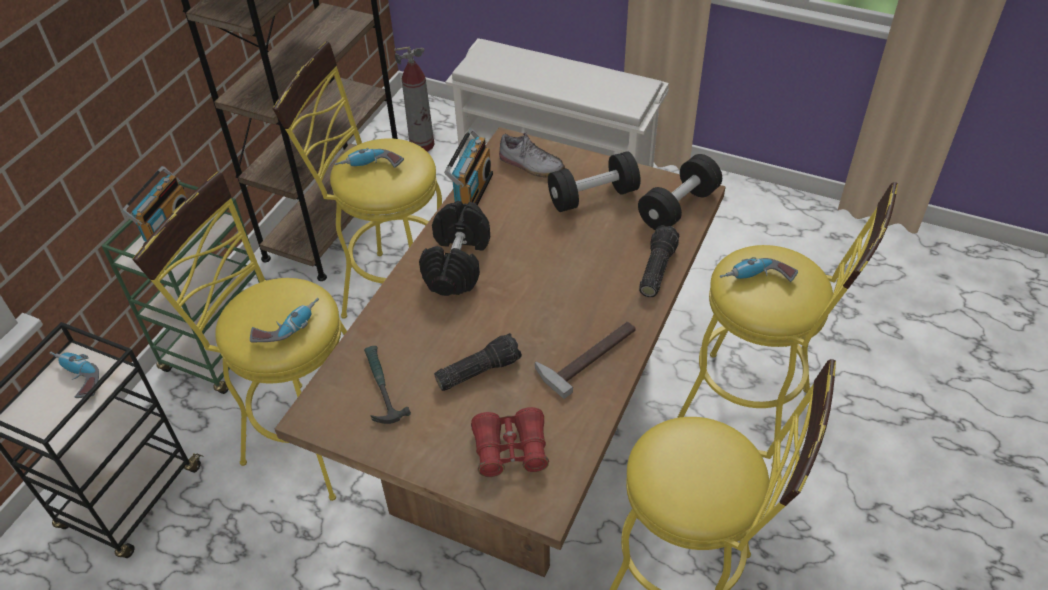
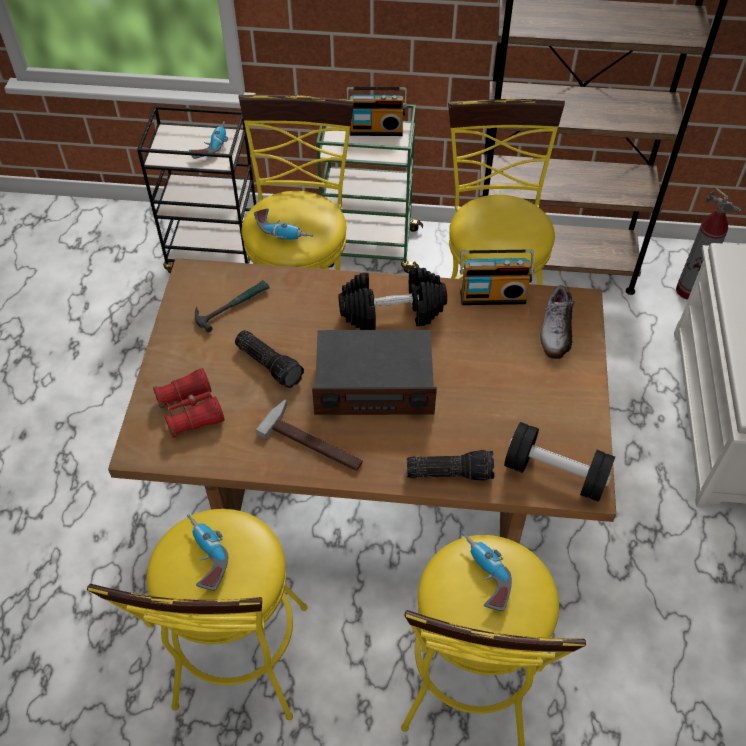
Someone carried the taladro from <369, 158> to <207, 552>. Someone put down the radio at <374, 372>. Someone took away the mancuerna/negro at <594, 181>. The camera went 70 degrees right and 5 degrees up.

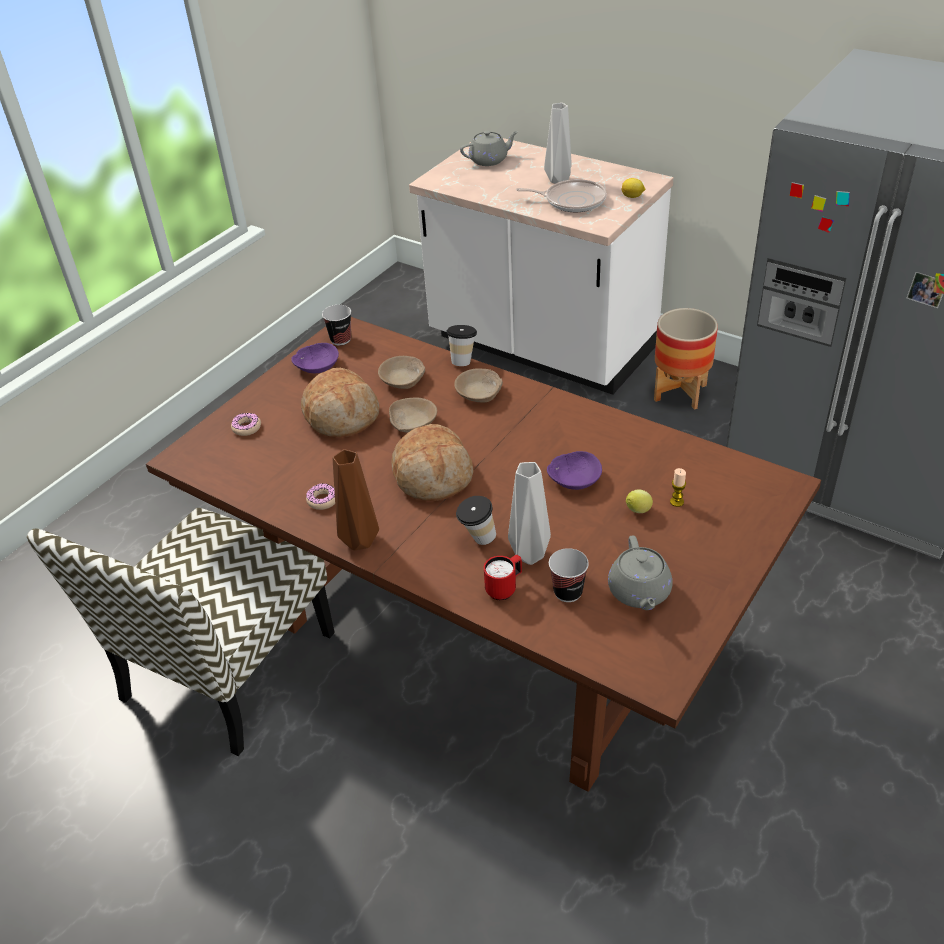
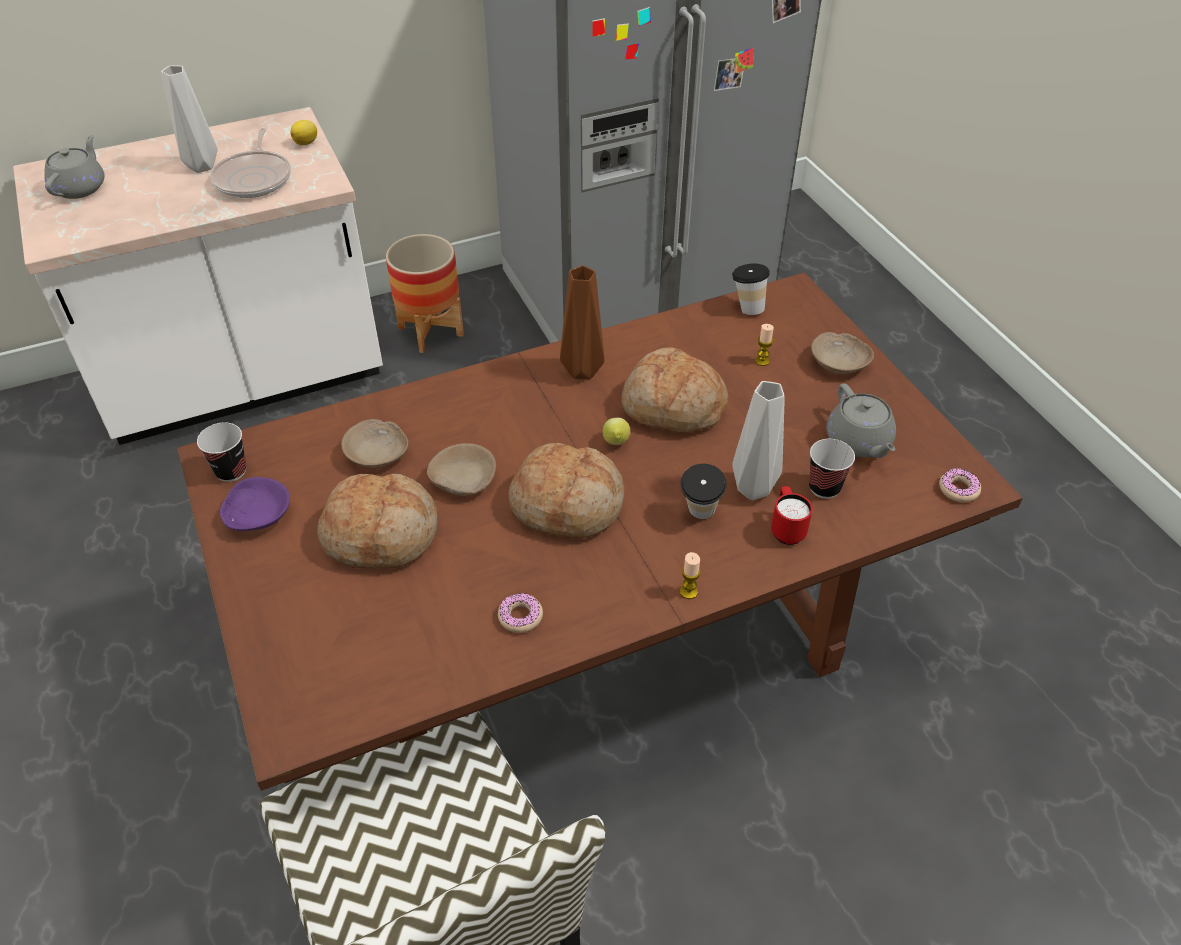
Someone rotated the sartén at <561, 195> by 135 degrees clockwise. Someone carried the florero/marrón from <356, 500> to <582, 322>. Someone carried the limón from <639, 501> to <617, 431>. Someone swapped the cuenco/morado at <574, 470> for the pan at <675, 390>. Someone put down the vela at <690, 575>. Someone carried the taza from <461, 345> to <751, 289>. Someone carried the cuenco/beis from <478, 385> to <842, 353>. Someone rotated the tetera/gris at <640, 572> by 45 degrees clockwise. Someone carried the rosquilla from <246, 424> to <960, 485>. The camera went 60 degrees left and 5 degrees up.

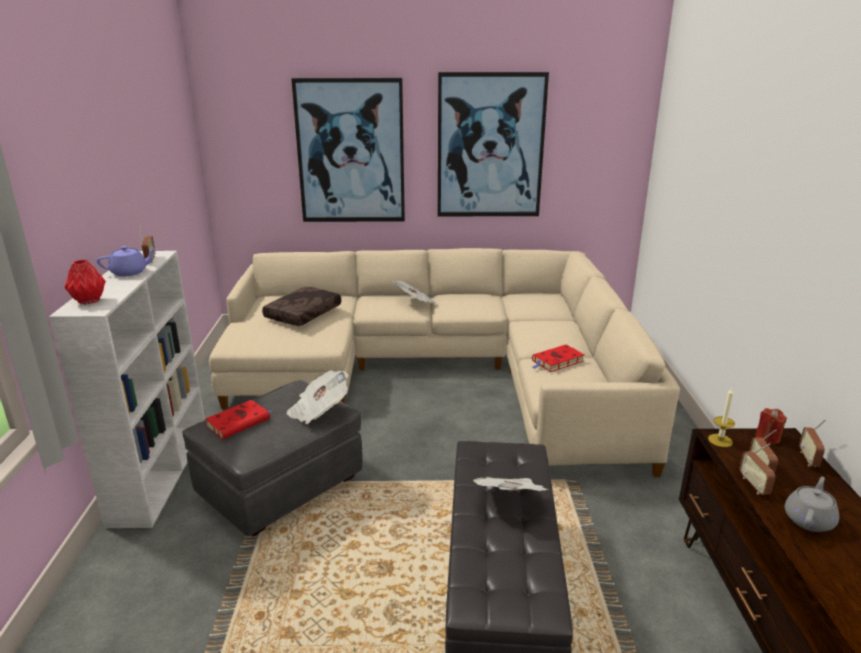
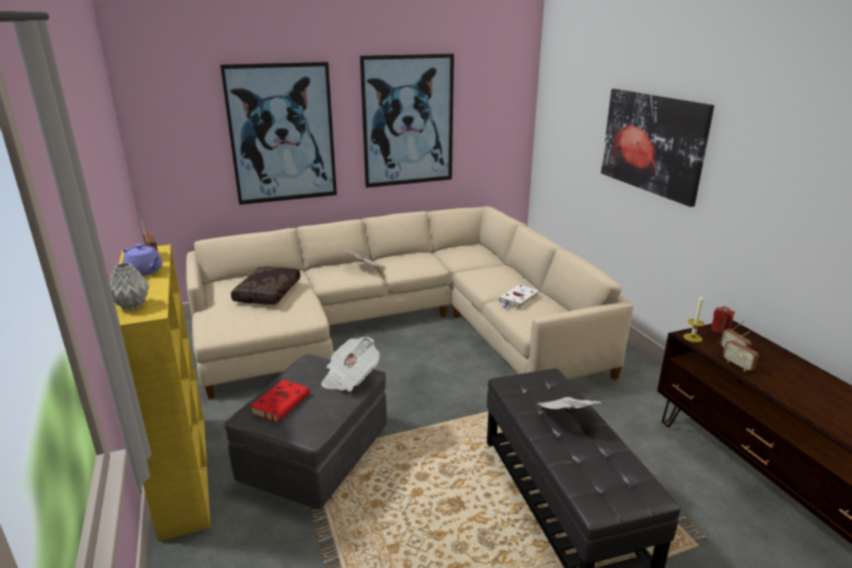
Someone repainted the florero/rojo at <85, 282>, which became the florero/gris at <130, 286>. Someone repainted the estantería/blanco at <127, 389>, which became the estantería/amarillo at <163, 393>. Someone rotated the tetera/morado at <127, 261> by 75 degrees clockwise. Someone repainted the libro/rojo at <558, 358>, which became the libro/blanco at <519, 297>. Someone put up the cuadro at <657, 148>. Someone took away the tetera/gris at <812, 504>. Someone took away the radio at <812, 443>. The camera went 20 degrees left and 0 degrees up.

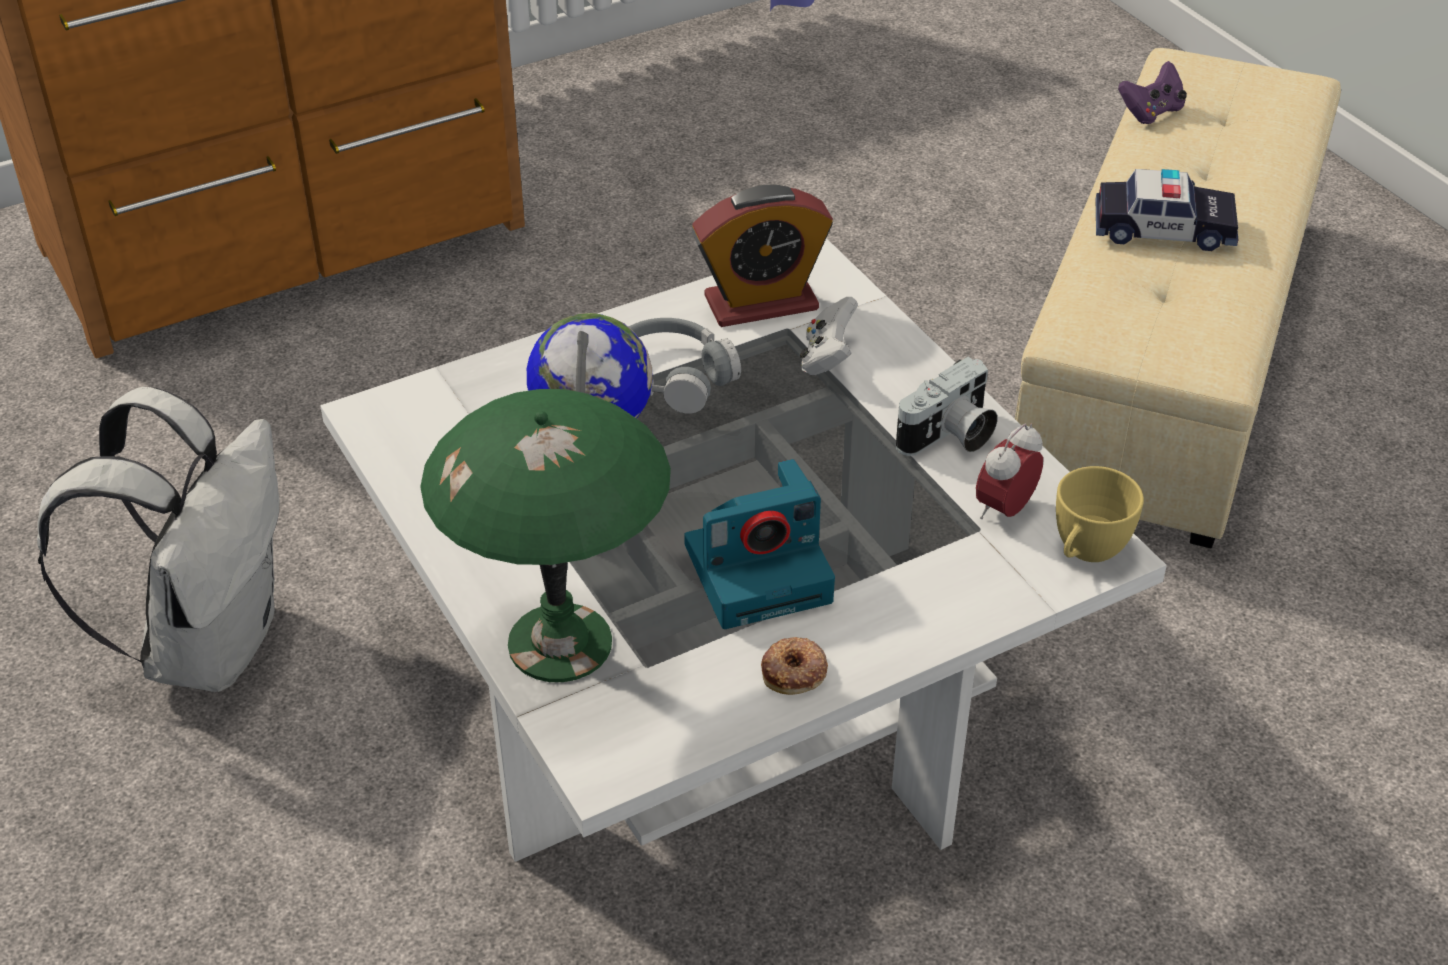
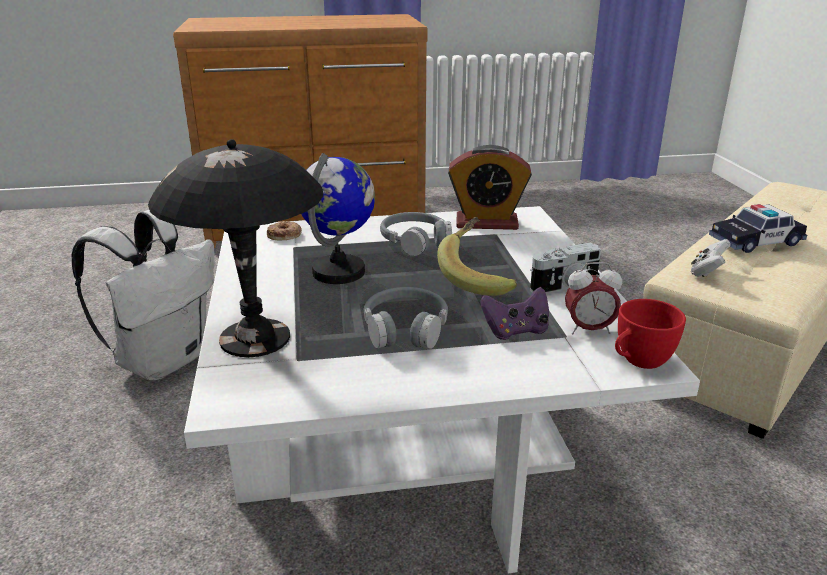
Someone repainted the lámpara de mesa/verde at <545, 535>, which became the lámpara de mesa/negro at <235, 248>. Someone carried the rosquilla from <794, 666> to <284, 230>. Someone swapped the cámara at <759, 544> for the auriculares/gris at <406, 318>. Someone put down the plátano at <477, 256>. Someone carried the mando de consola/morado from <1152, 92> to <514, 313>. Someone rotated the despertador at <1009, 471> by 150 degrees counterclockwise. Someone repainted the taza/amarillo at <1100, 514>, which became the taza/rojo at <650, 334>. Someone carried the mando de consola/blanco from <829, 336> to <710, 258>. Someone rotated the coche de juguete at <1167, 210> by 135 degrees clockwise. The camera went 20 degrees right and 15 degrees down.

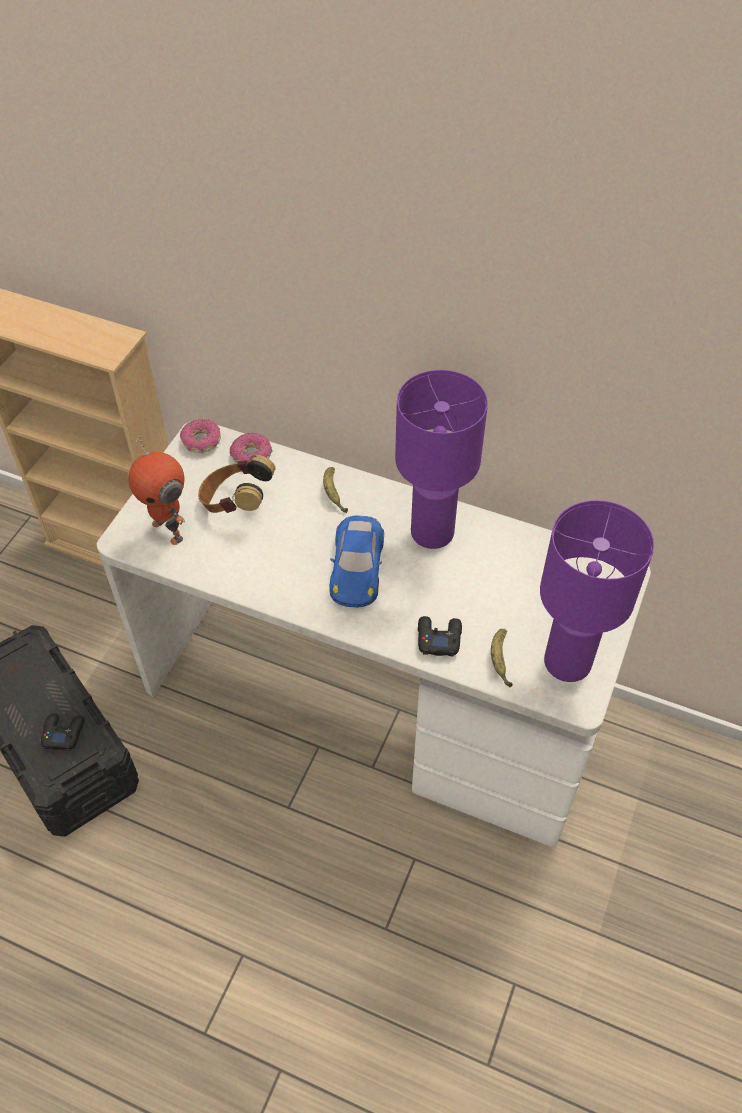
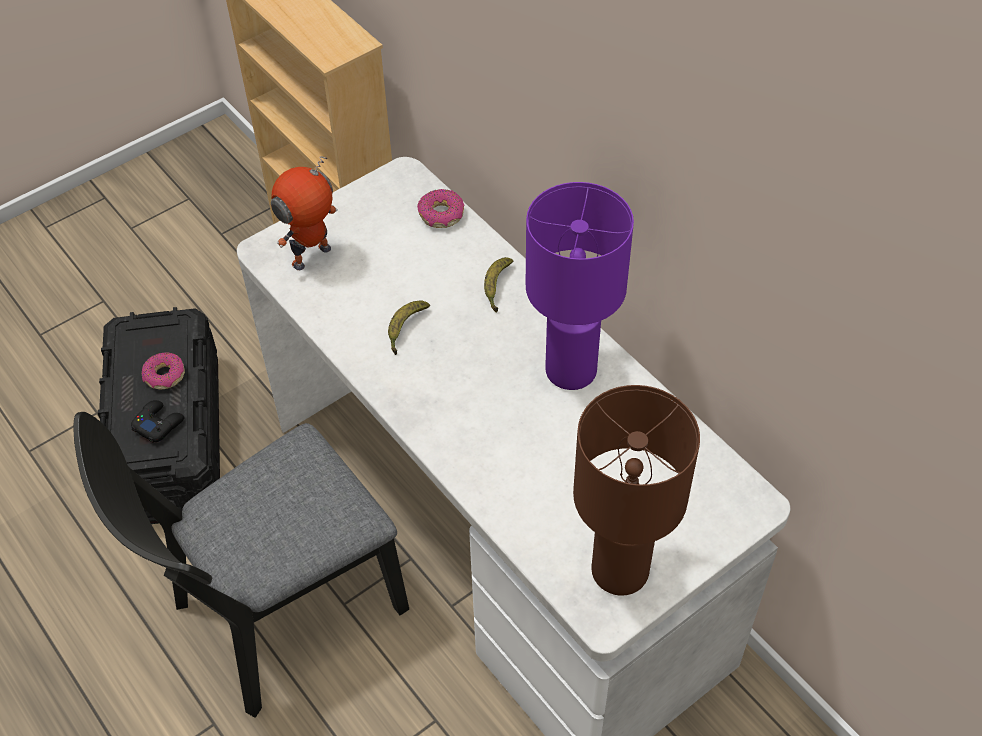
Someone put down the silla/negro at <241, 564>. Someone carried the rosquilla from <200, 436> to <163, 371>. Someone rotated the robot de juguete at <156, 490> by 60 degrees clockwise. Someone carried the plátano from <501, 658> to <409, 328>. Someone repainted the lámpara de mesa/morado at <597, 591>, which became the lámpara de mesa/marrón at <636, 490>. Someone took away the auriculares at <236, 484>. Someone took away the coche de juguete/azul at <356, 561>. Someone took away the mando de consola/negro at <440, 636>. The camera went 30 degrees right and 0 degrees up.

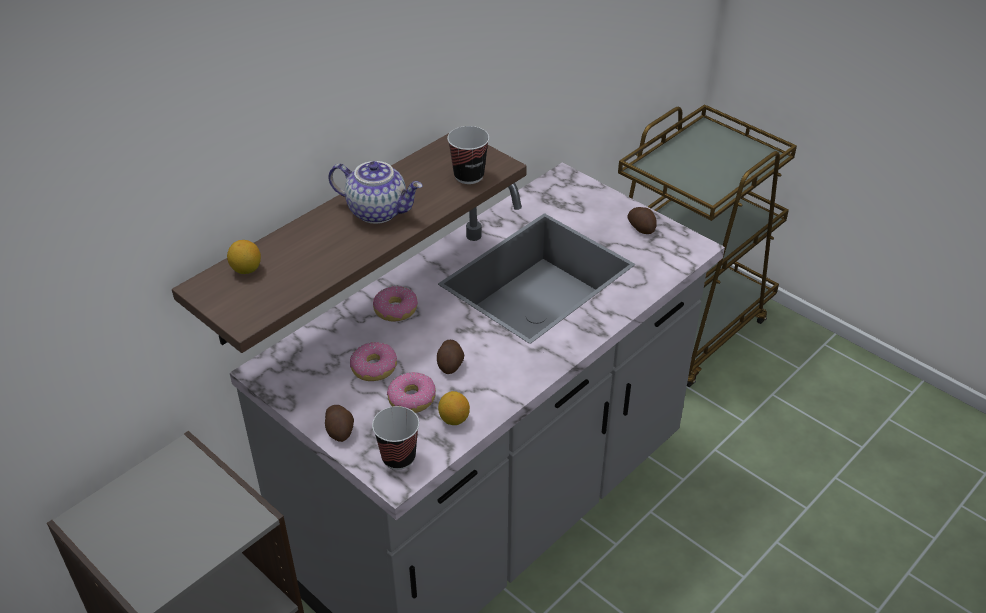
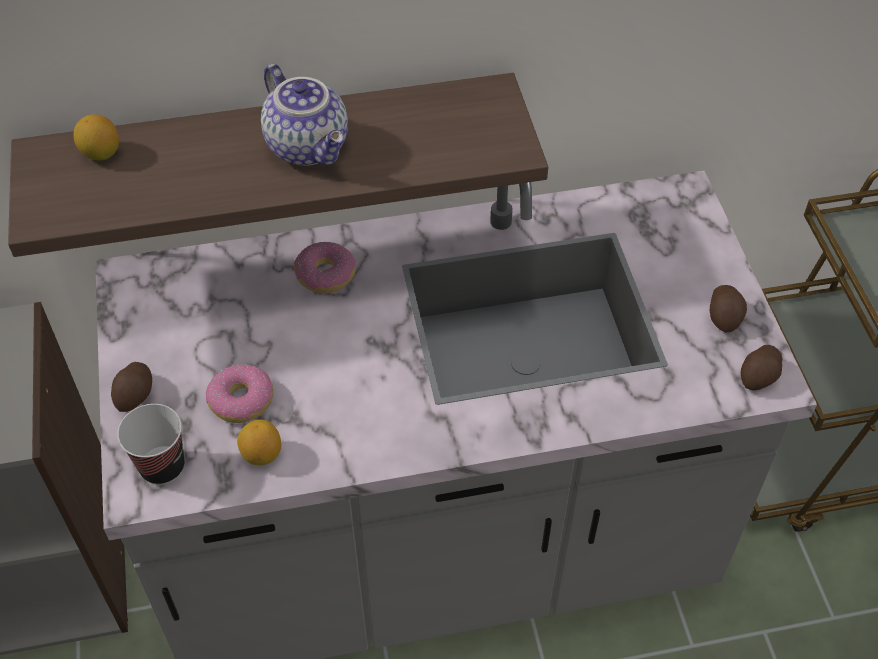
Someone carried the patata from <450, 357> to <761, 367>. Someone took away the rosquilla at <373, 361>. Someone took away the taza at <468, 155>. The camera went 35 degrees right and 10 degrees up.

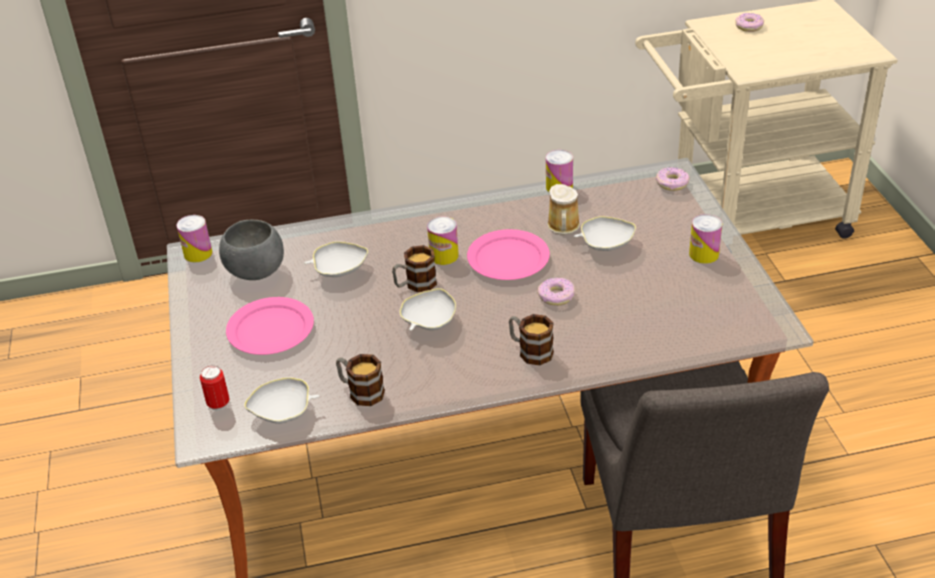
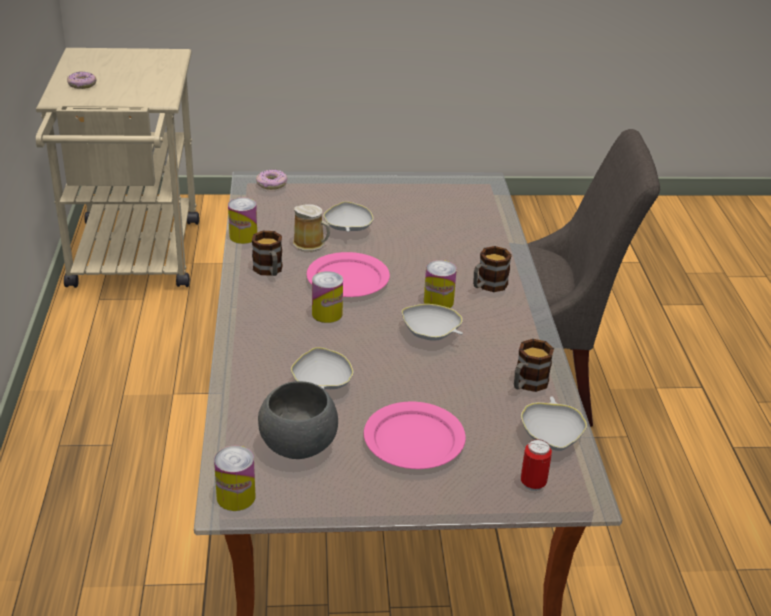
Someone carried the taza grande from <414, 268> to <267, 253>. Someone carried the lata from <705, 239> to <440, 284>. Someone took away the rosquilla at <556, 292>. The camera went 85 degrees left and 5 degrees down.

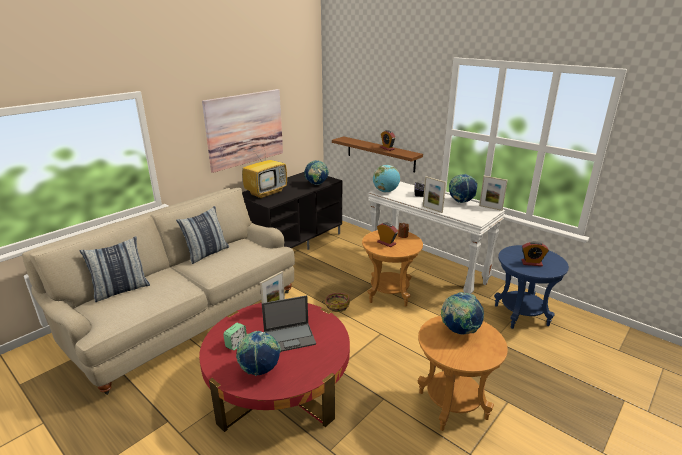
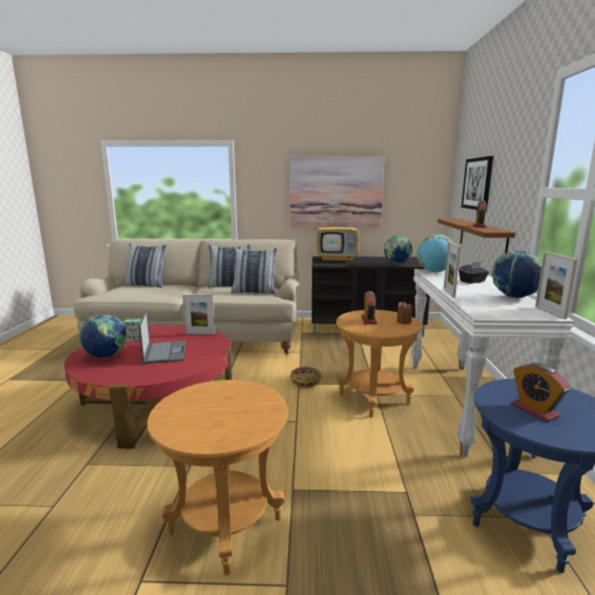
Someone rotated the portátil at <289, 323> by 135 degrees counterclockwise. Someone put down the cojín at <254, 271>. Someone put up the cuadro at <477, 183>. Someone took away the globo terráqueo at <462, 313>. The camera went 50 degrees right and 10 degrees down.

